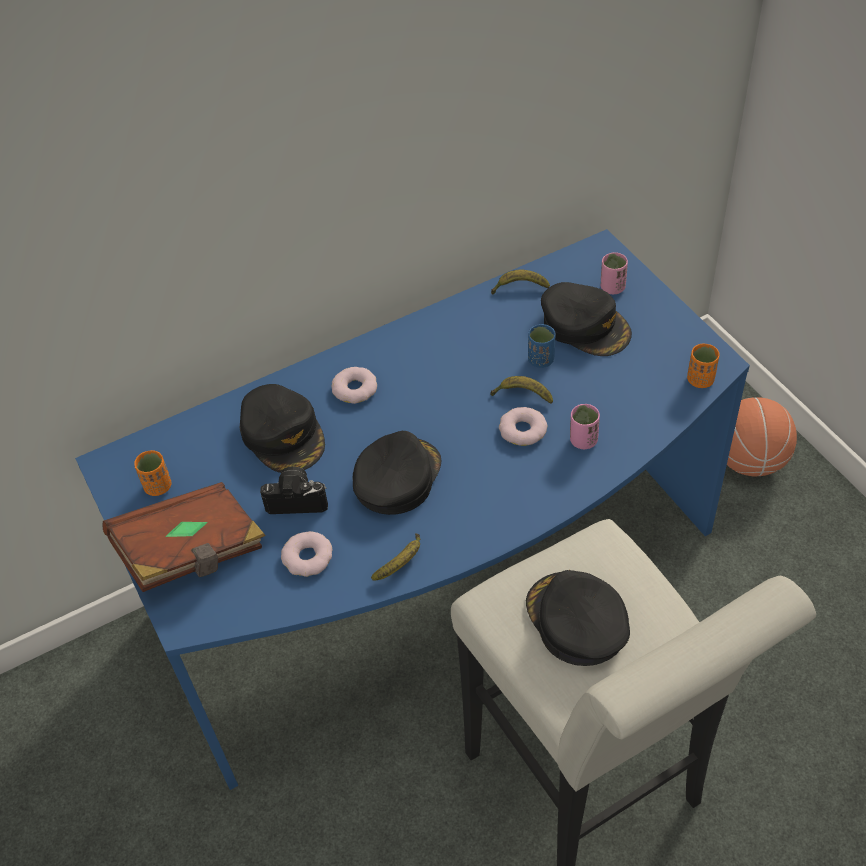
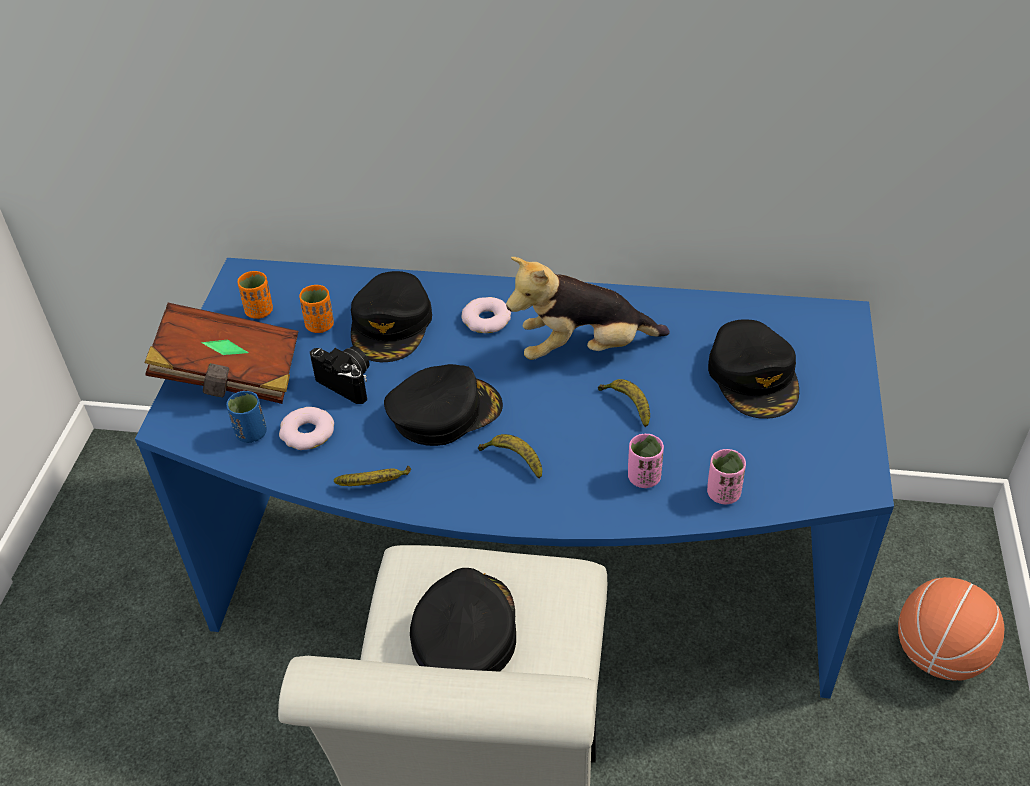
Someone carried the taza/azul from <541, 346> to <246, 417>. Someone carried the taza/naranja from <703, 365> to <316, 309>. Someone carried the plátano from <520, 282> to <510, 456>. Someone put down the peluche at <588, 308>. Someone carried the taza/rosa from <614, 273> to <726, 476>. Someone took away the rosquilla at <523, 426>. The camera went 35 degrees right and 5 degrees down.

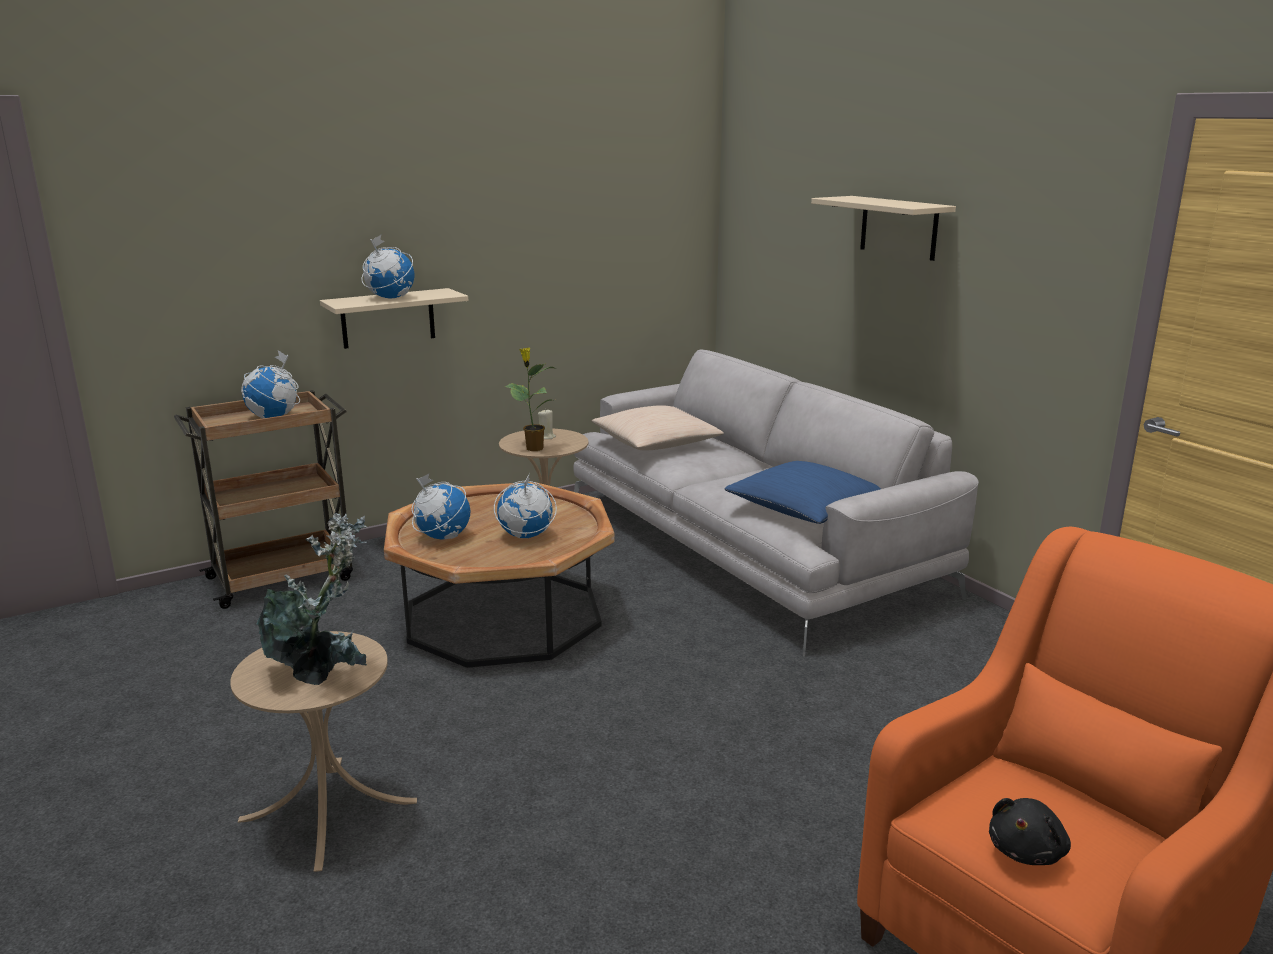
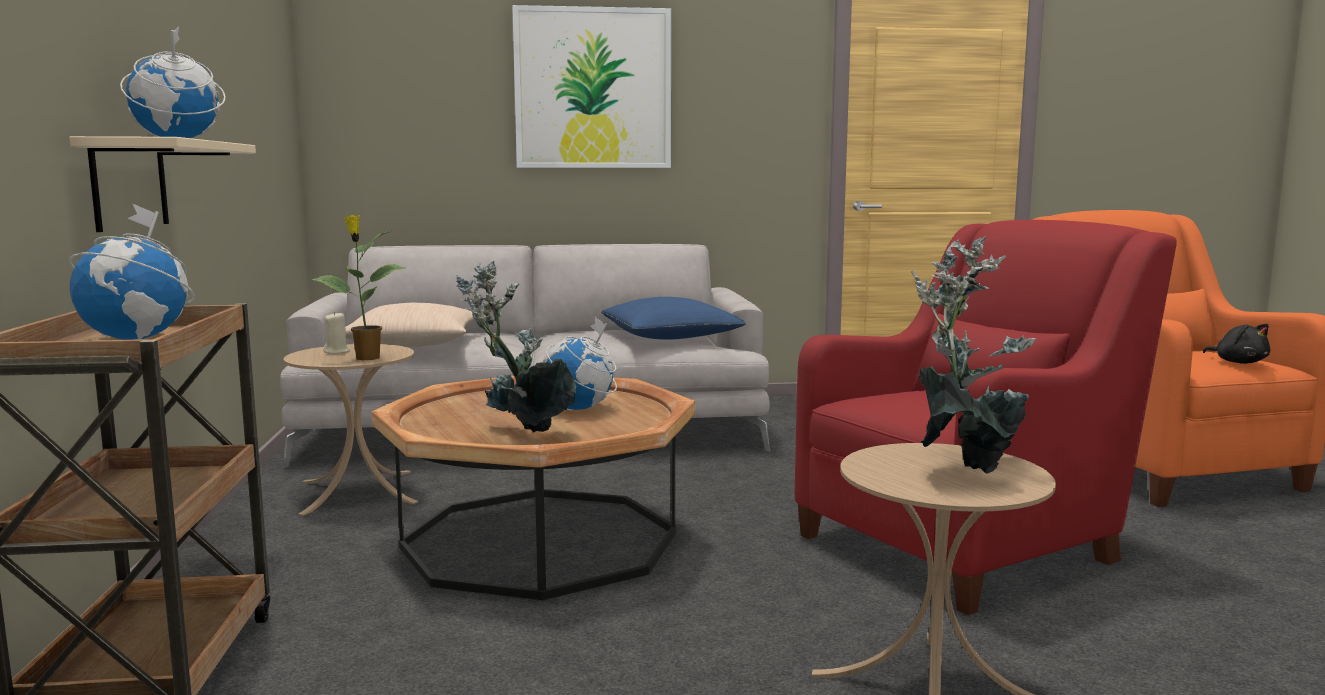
Someone swapped the globo terráqueo at <441, 507> for the planta en maceta at <516, 347>. Someone swapped the estante/beis at <883, 228> for the cuadro at <591, 86>. Someone put down the sillón/rojo at <986, 417>. The camera went 65 degrees left and 10 degrees down.

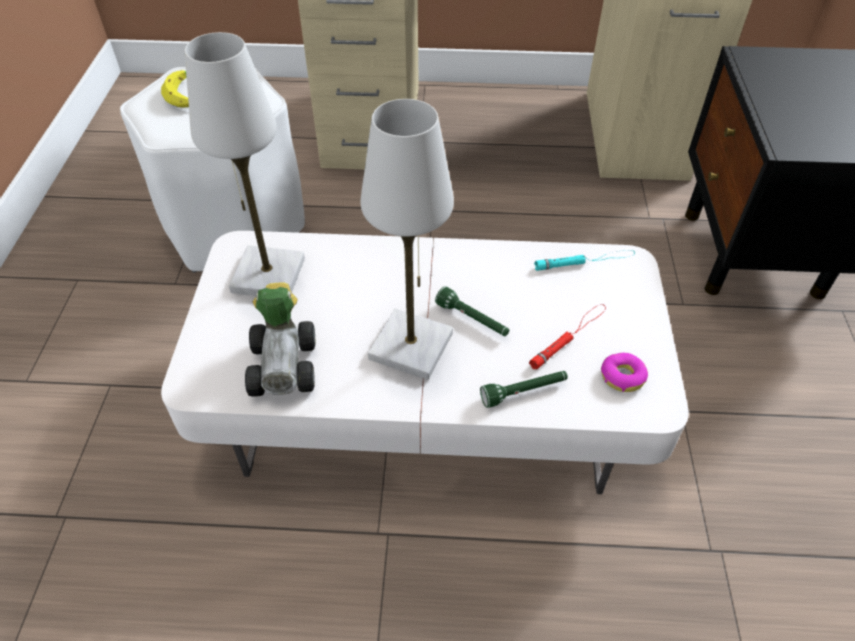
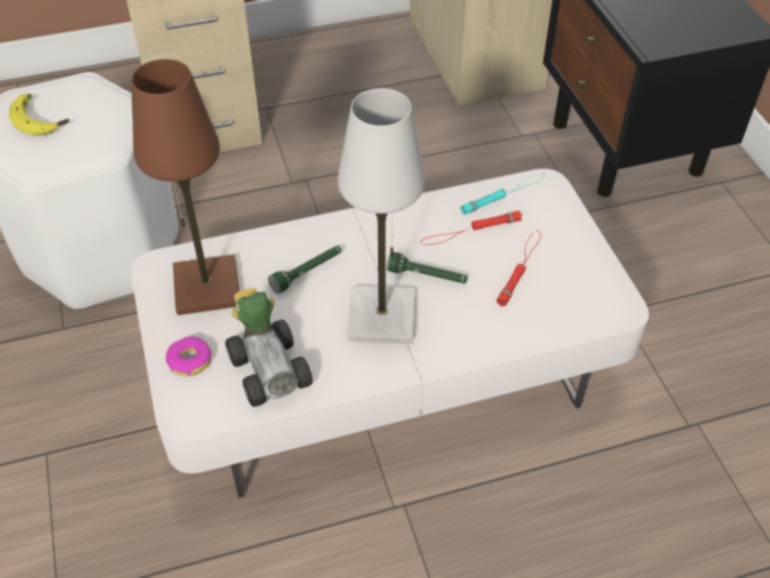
Someone repainted the lámpara de mesa/blanco at <245, 164>, which became the lámpara de mesa/marrón at <185, 187>. Someone carried the rosquilla from <624, 372> to <189, 356>. Someone carried the linterna/verde from <524, 389> to <304, 270>. Someone put down the linterna/rojo at <471, 228>. The camera went 20 degrees left and 0 degrees up.

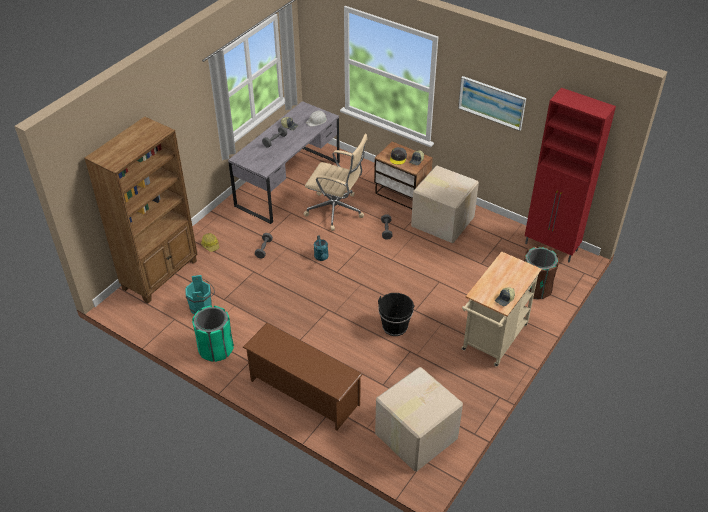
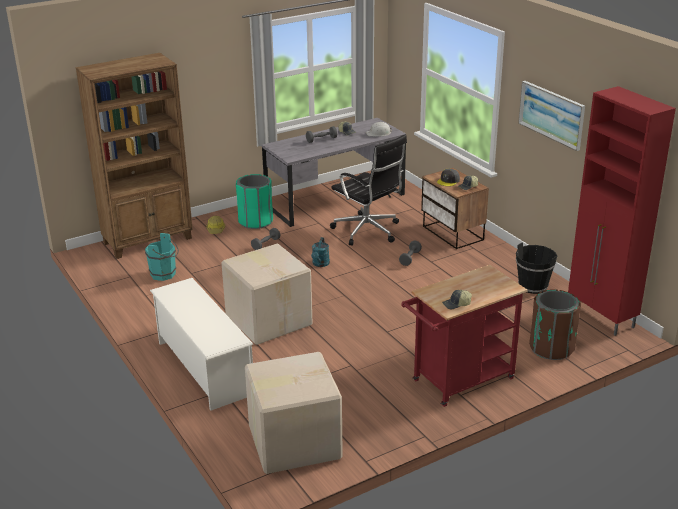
Someone repainted the zapatero/marrón at <303, 377>, which became the zapatero/blanco at <201, 344>. Someone carried the caja de cartón from <445, 204> to <266, 294>. Someone carried the papelera/verde from <213, 333> to <254, 201>. Someone repainted the silla de oficina/beis at <335, 182>, which became the silla de oficina/negro at <368, 190>. Someone repainted the carrito/beis at <501, 309>, which became the carrito/rojo at <464, 336>. Someone carried the cubo/negro from <396, 314> to <536, 268>. The camera went 25 degrees right and 15 degrees down.

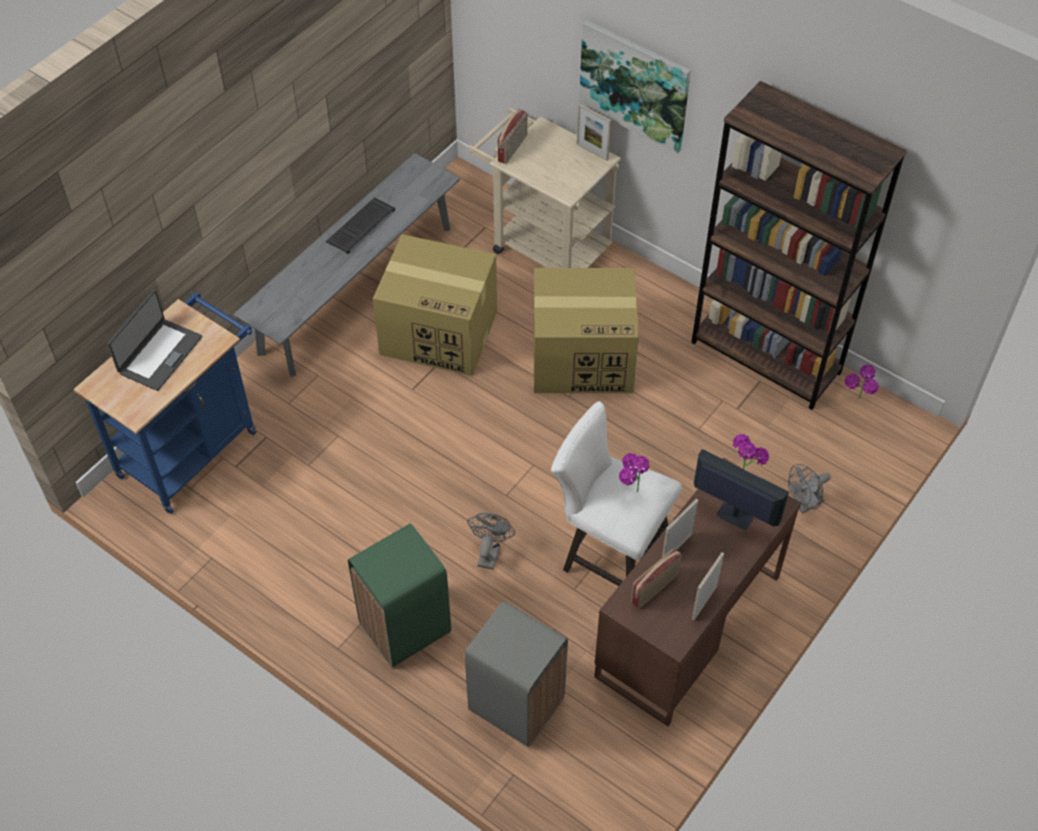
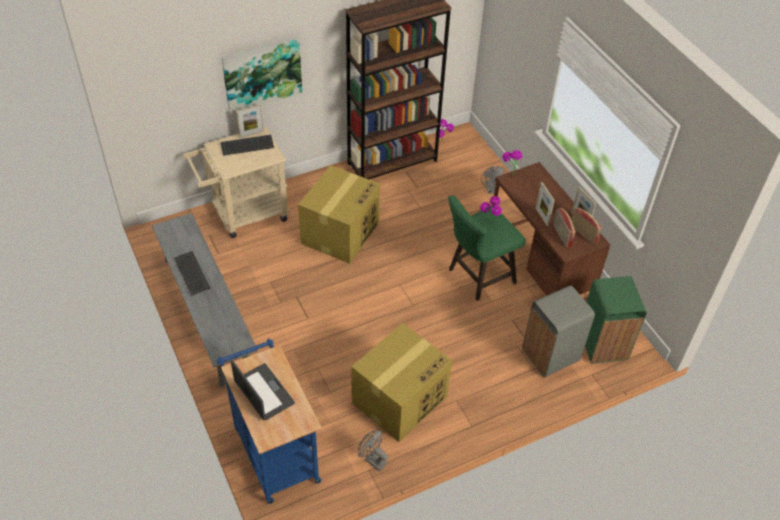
Someone put down the teclado at <247, 145>. Someone carried the caja de cartón from <435, 305> to <401, 382>. Someone carried the ventilador/gris from <491, 541> to <373, 450>. Someone repainted the taburete/blanco at <616, 493>, which became the taburete/verde at <487, 248>. Someone carried the radio from <512, 136> to <586, 225>. Someone carried the papelera/verde from <399, 595> to <615, 319>. Someone took away the monitor at <741, 489>. The camera went 65 degrees left and 5 degrees down.

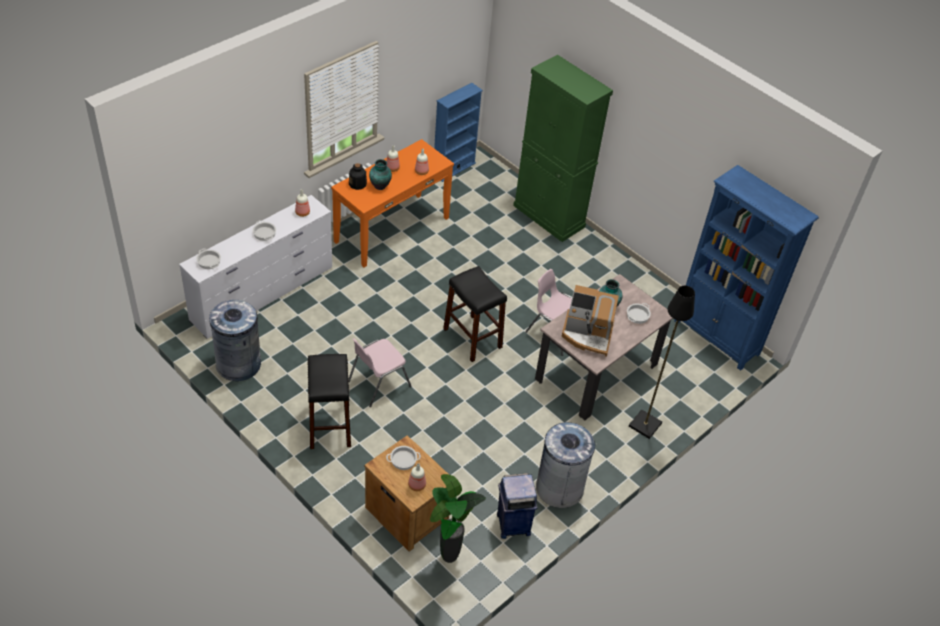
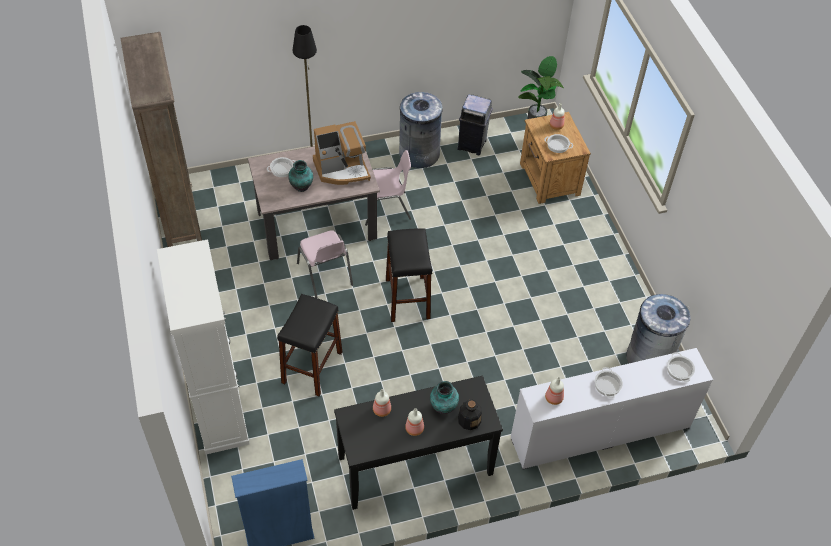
Someone repainted the estantería/azul at <746, 268>, which became the estantería/marrón at <161, 139>. Someone repainted the armario/verde at <563, 148>, which became the armario/blanco at <203, 346>. Someone carried the taburete/negro from <329, 401> to <309, 345>. Someone rotated the cafetera at <590, 321> by 120 degrees clockwise. Someone repainted the mesa consola/naranja at <392, 203>, which became the mesa consola/negro at <418, 443>. Someone carried the silla/rosa from <379, 372> to <388, 188>. Someone repainted the papelera/azul at <517, 506>, which became the papelera/gris at <475, 124>. The camera went 150 degrees left and 5 degrees up.

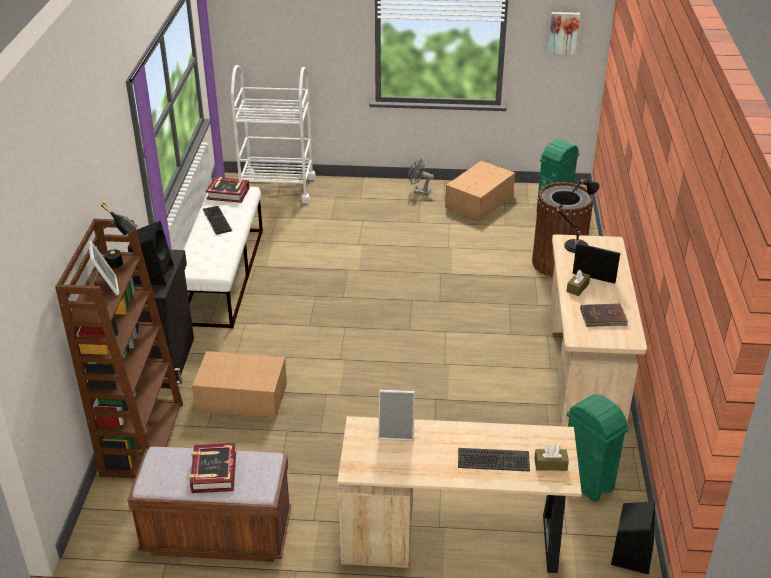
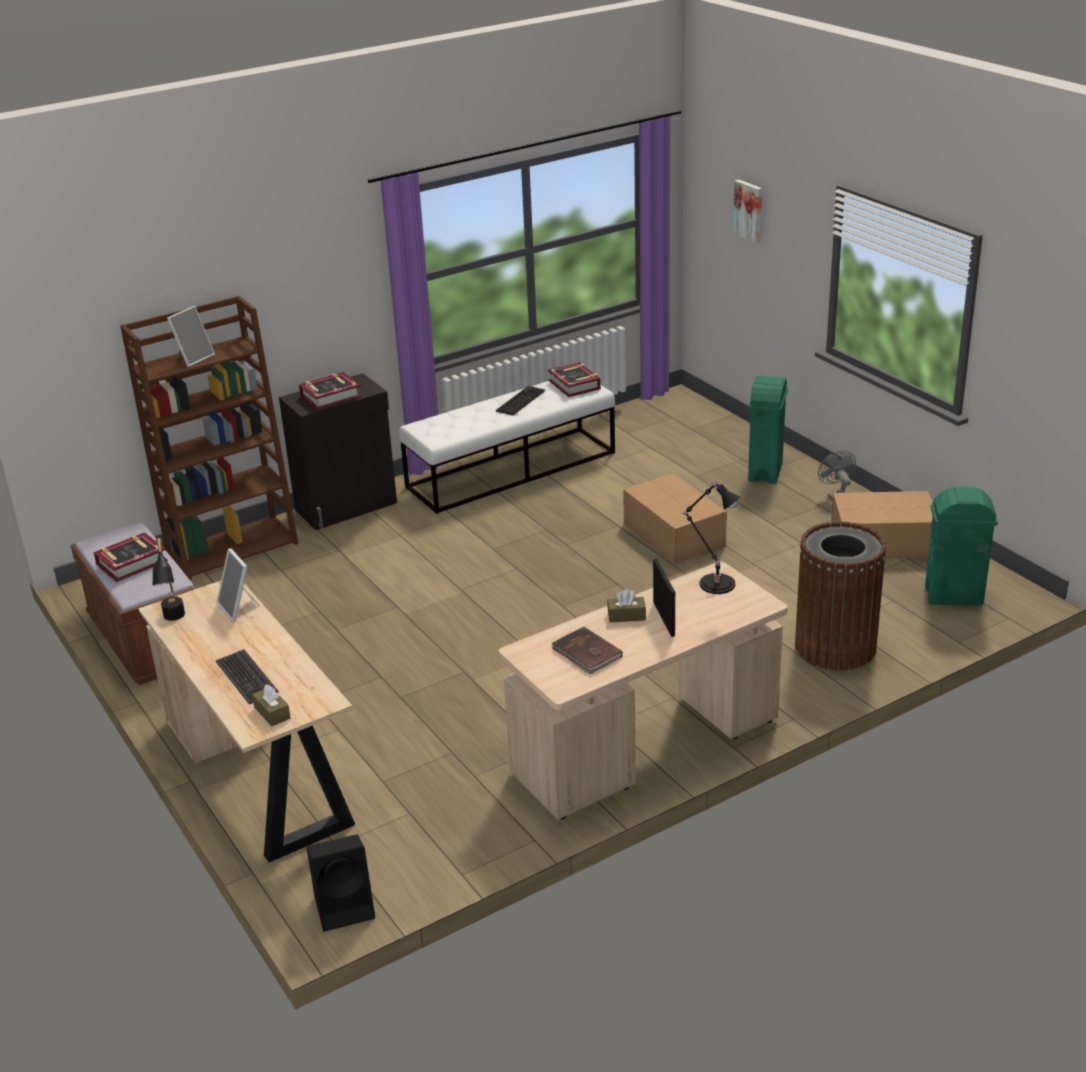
Someone carried the lámpara de mesa/negro from <117, 236> to <169, 579>. Someone swapped the altavoz/negro at <151, 253> for the libro at <330, 391>. Someone carried the caja de cartón from <239, 384> to <675, 518>. Someone carried the cuadro from <564, 33> to <747, 211>. Someone carried the papelera/verde from <598, 448> to <768, 429>. Someone took away the carrito/blanco at <273, 134>. The camera went 55 degrees right and 5 degrees down.

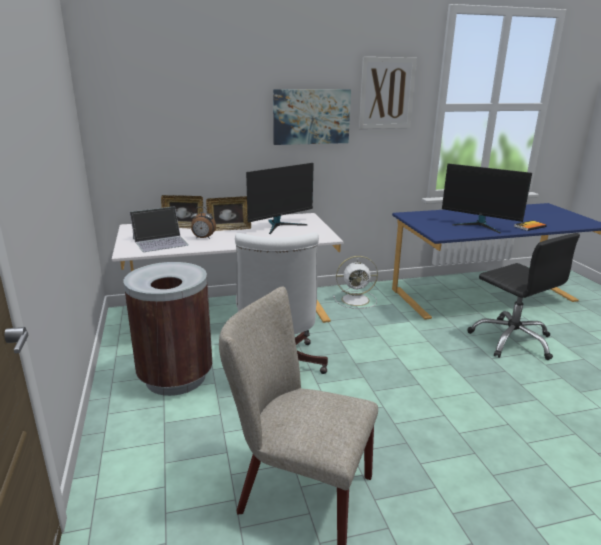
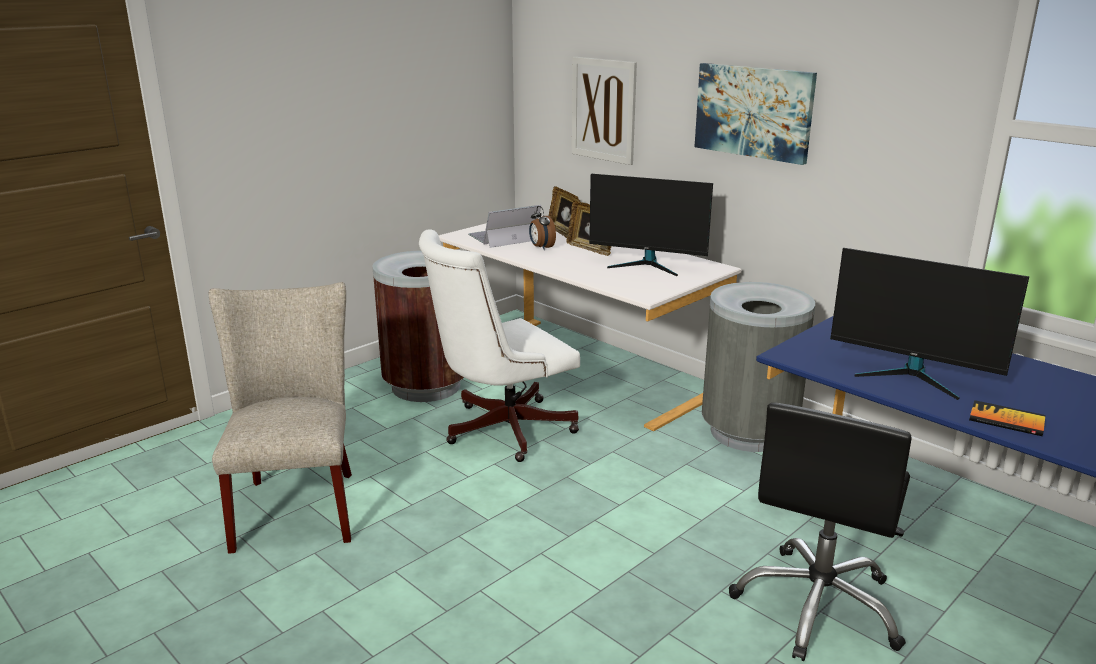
Someone rotated the portátil at <159, 229> by 120 degrees clockwise. Someone carried the cuadro from <388, 93> to <604, 111>. Someone swapped the ventilador/blanco at <355, 282> for the papelera/gris at <758, 367>. Someone rotated the monitor at <487, 198> by 60 degrees counterclockwise. The camera went 60 degrees right and 0 degrees up.

